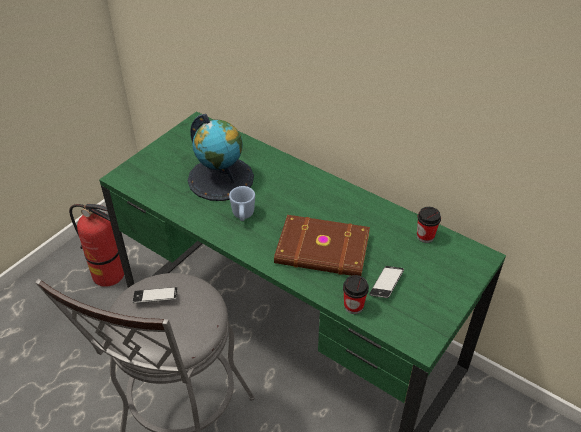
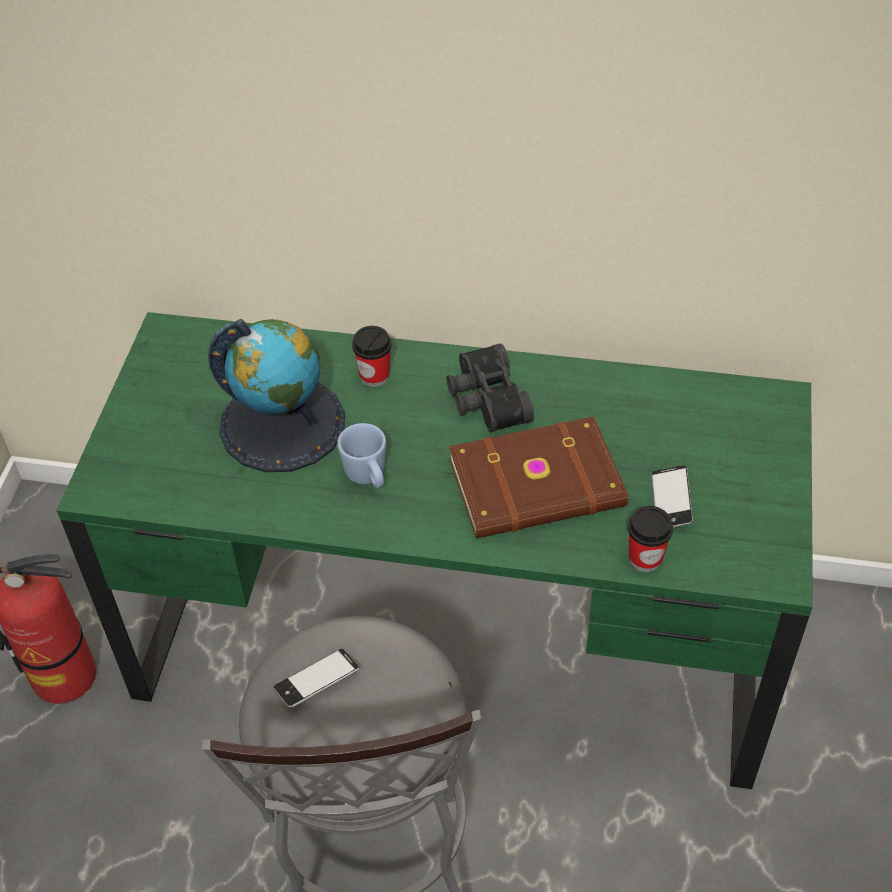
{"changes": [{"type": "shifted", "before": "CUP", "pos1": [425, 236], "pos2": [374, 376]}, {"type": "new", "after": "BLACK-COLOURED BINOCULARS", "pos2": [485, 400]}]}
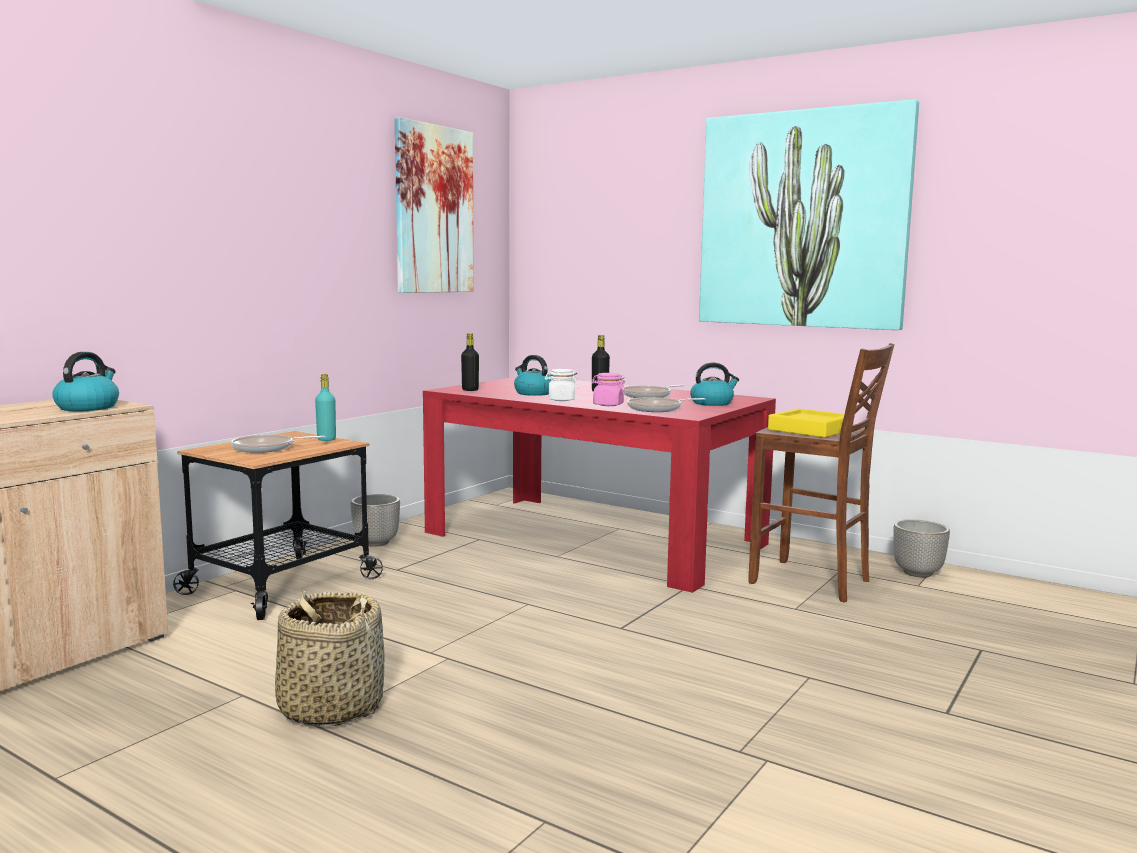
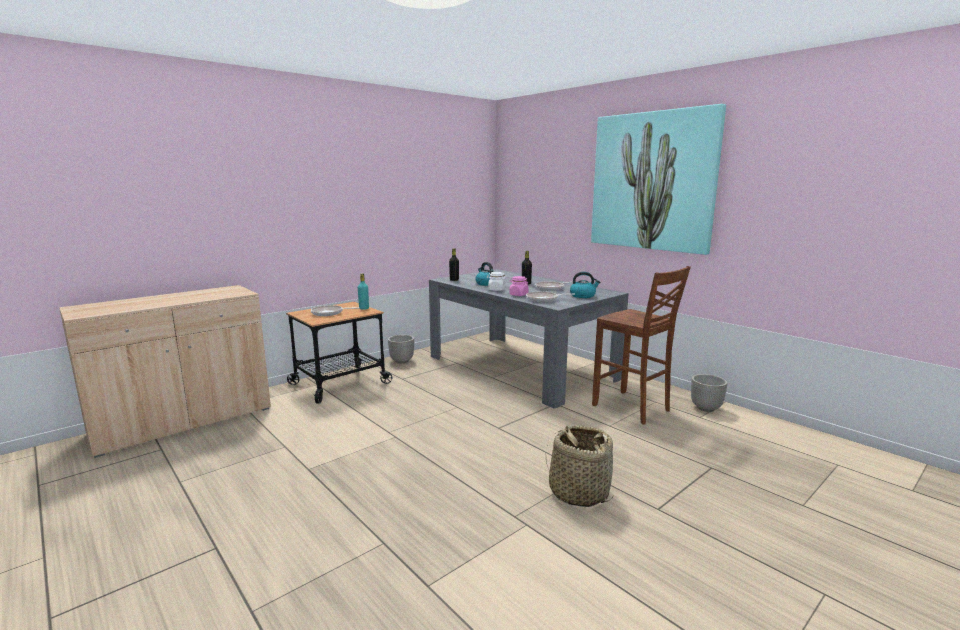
{"changes": [{"type": "repainted", "before": "RED-COLOURED DINING TABLE", "after": "GREY DINING TABLE", "pos1": [594, 538], "pos2": [520, 367]}, {"type": "shifted", "before": "HOUSEHOLD BASKET", "pos1": [330, 707], "pos2": [578, 492]}, {"type": "gone", "before": "TEA KETTLE", "pos1": [88, 407]}, {"type": "gone", "before": "WALL ART", "pos1": [434, 210]}, {"type": "gone", "before": "YELLOWISH CARRYING TRAY", "pos1": [810, 430]}]}
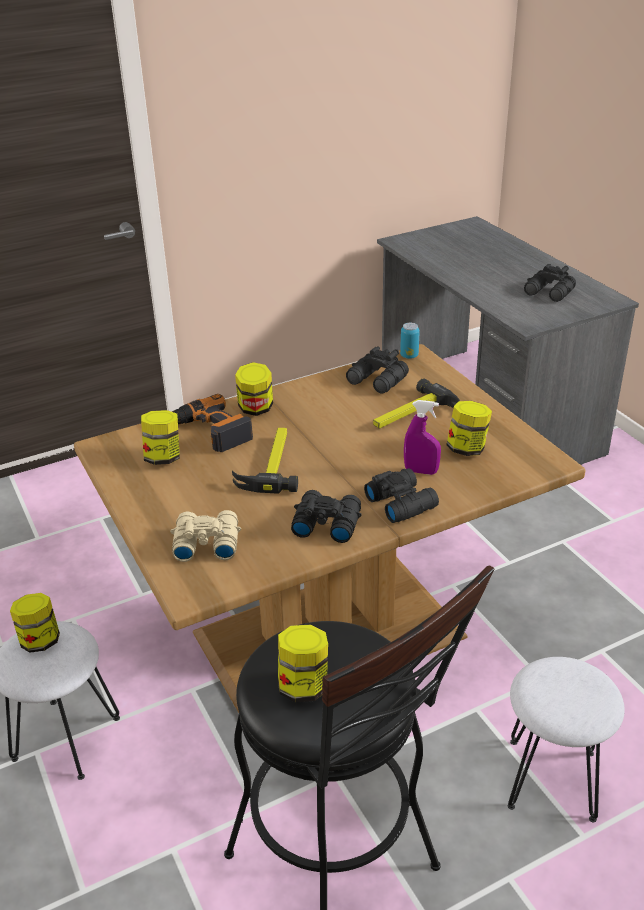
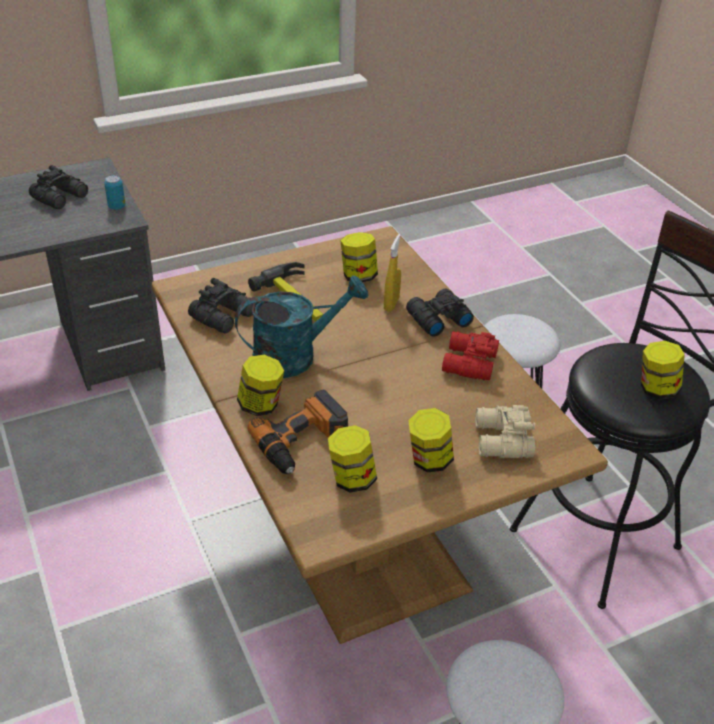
{"changes": [{"type": "shifted", "before": "SEALED CAN", "pos1": [409, 356], "pos2": [117, 207]}, {"type": "new", "after": "TURQUOISE-COLOURED WATERING POT", "pos2": [295, 355]}, {"type": "repainted", "before": "PURPLISH SPRAYER", "after": "YELLOWISH SPRAYER", "pos1": [421, 471], "pos2": [391, 304]}, {"type": "shifted", "before": "STORAGE JAR", "pos1": [40, 640], "pos2": [429, 460]}, {"type": "repainted", "before": "BLACK-COLOURED BINOCULARS", "after": "RED-COLOURED BINOCULARS", "pos1": [325, 523], "pos2": [467, 363]}, {"type": "gone", "before": "HAMMER", "pos1": [271, 464]}]}
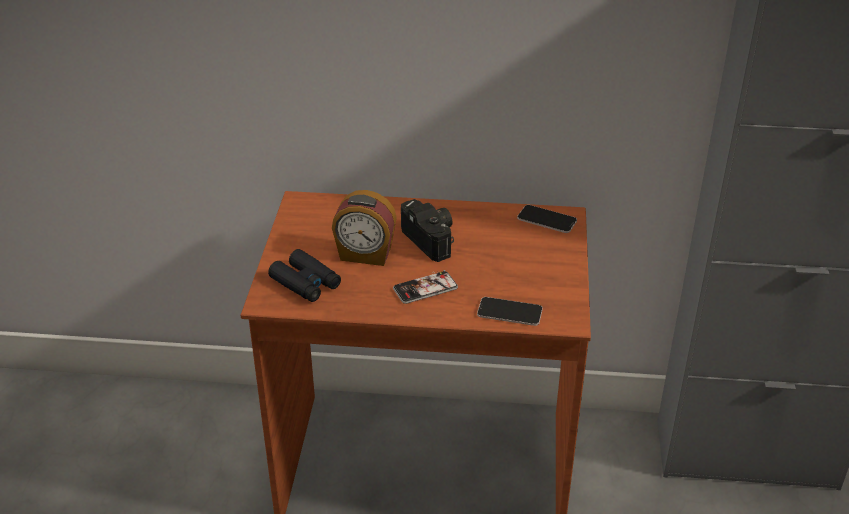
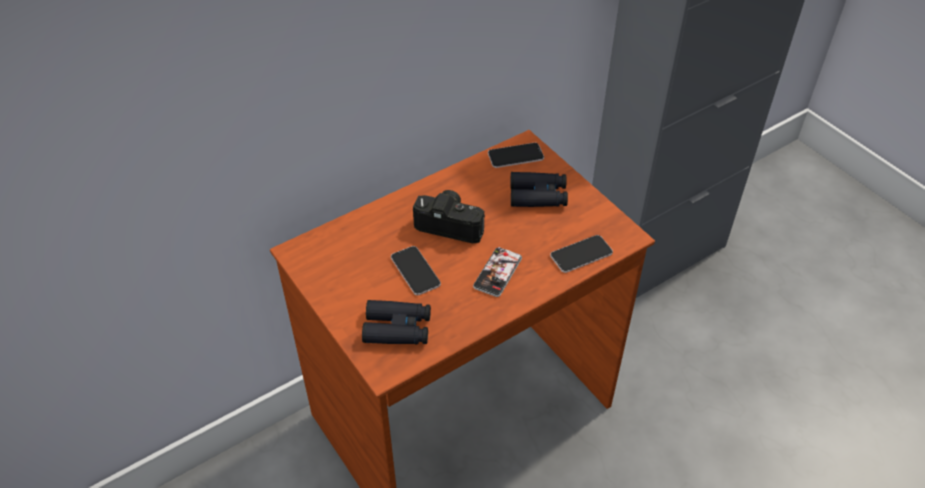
{"changes": [{"type": "swapped", "before": "BEDSIDE CLOCK", "after": "PHONE", "pos1": [365, 255], "pos2": [415, 271]}, {"type": "new", "after": "BLACK-COLOURED BINOCULARS", "pos2": [538, 195]}]}
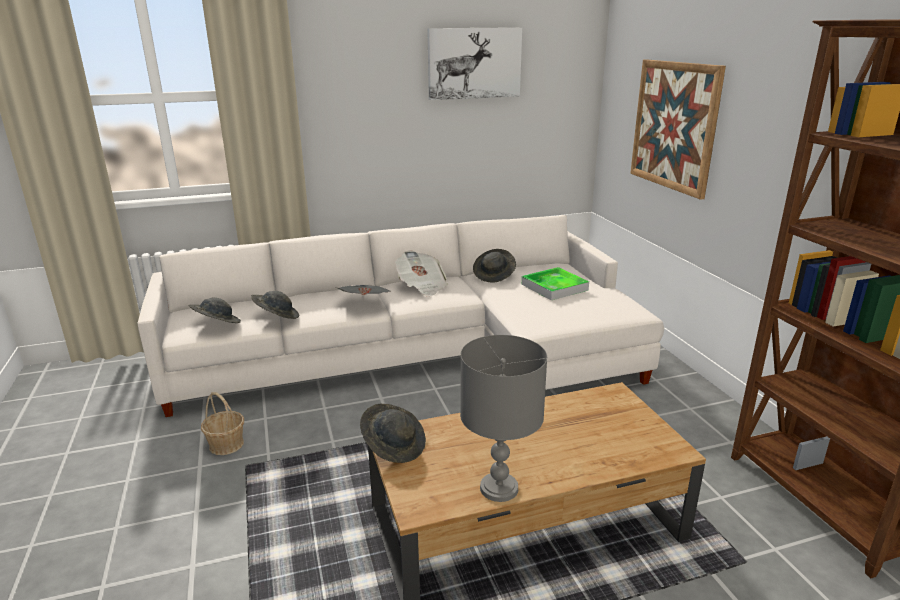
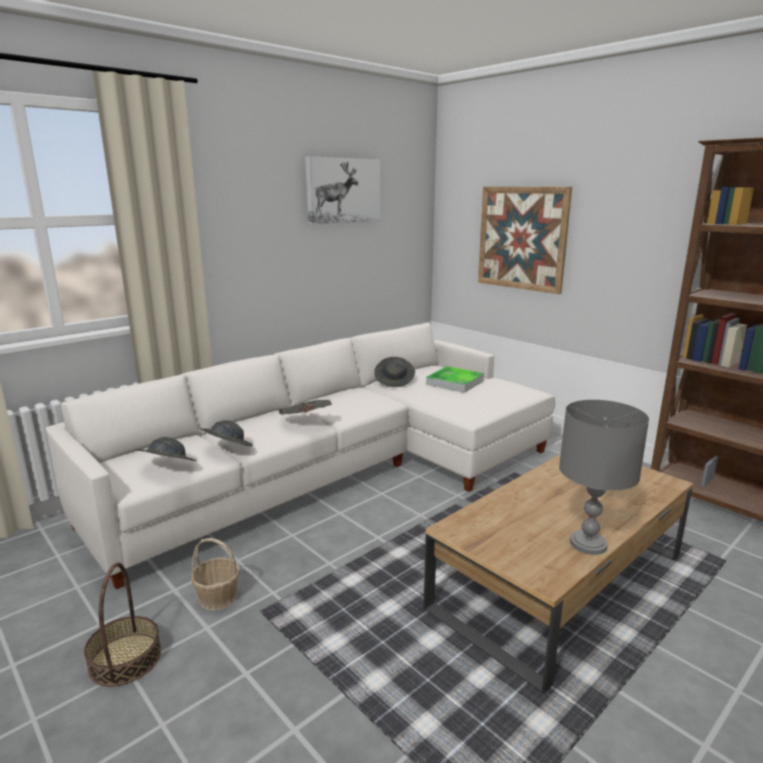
{"changes": [{"type": "new", "after": "HOUSEHOLD BASKET", "pos2": [125, 659]}, {"type": "gone", "before": "GREY WEARABLE HAT", "pos1": [394, 446]}, {"type": "gone", "before": "NEWSPAPER", "pos1": [422, 286]}]}
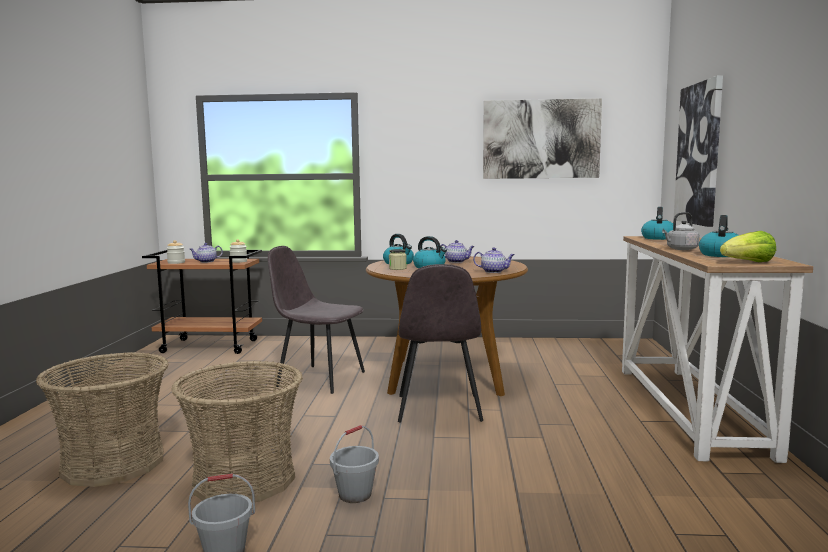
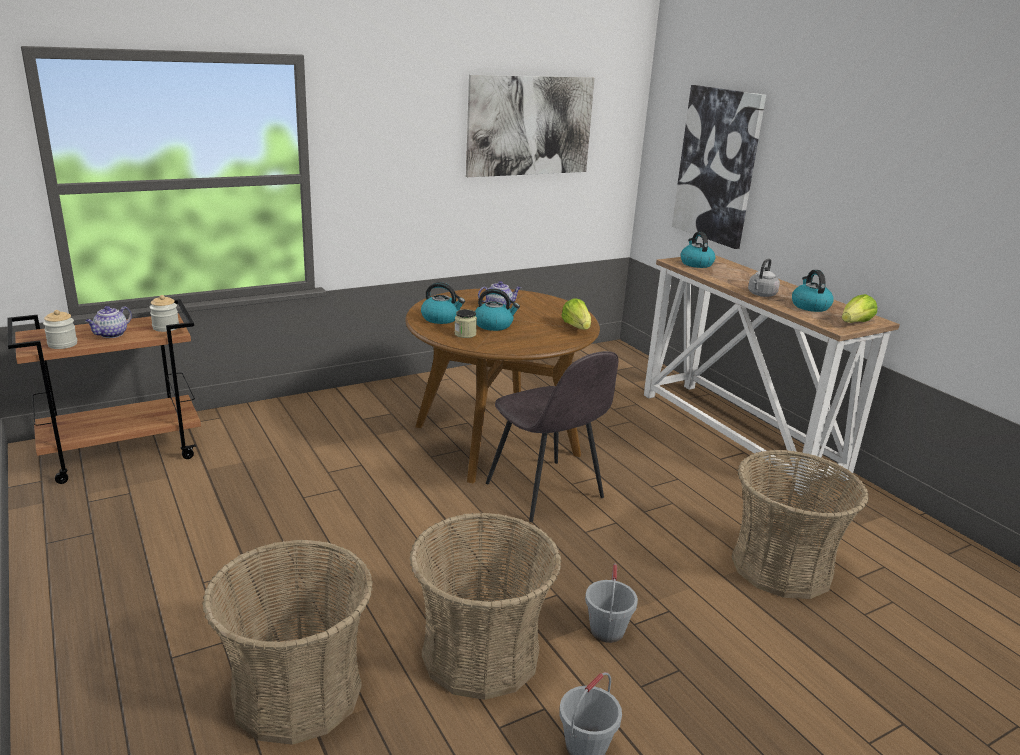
{"changes": [{"type": "swapped", "before": "TEA POT", "after": "LETTUCE", "pos1": [494, 271], "pos2": [576, 327]}, {"type": "new", "after": "HOUSEHOLD BASKET", "pos2": [782, 567]}, {"type": "gone", "before": "GREY CHAIR", "pos1": [319, 379]}]}
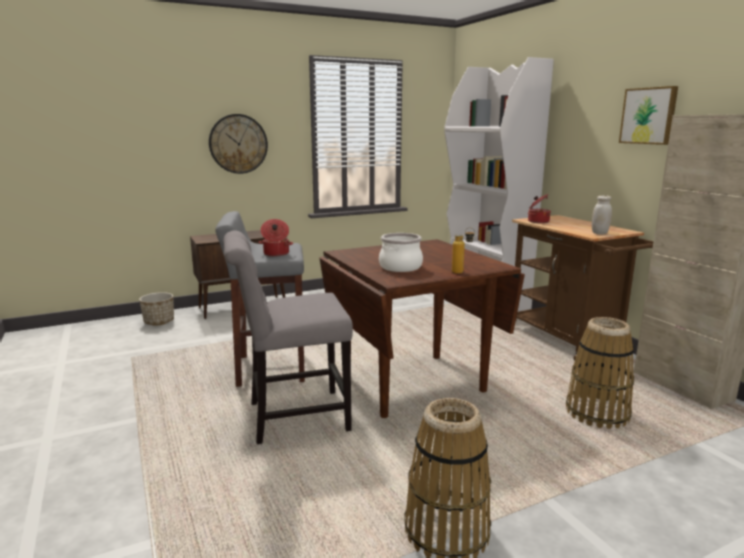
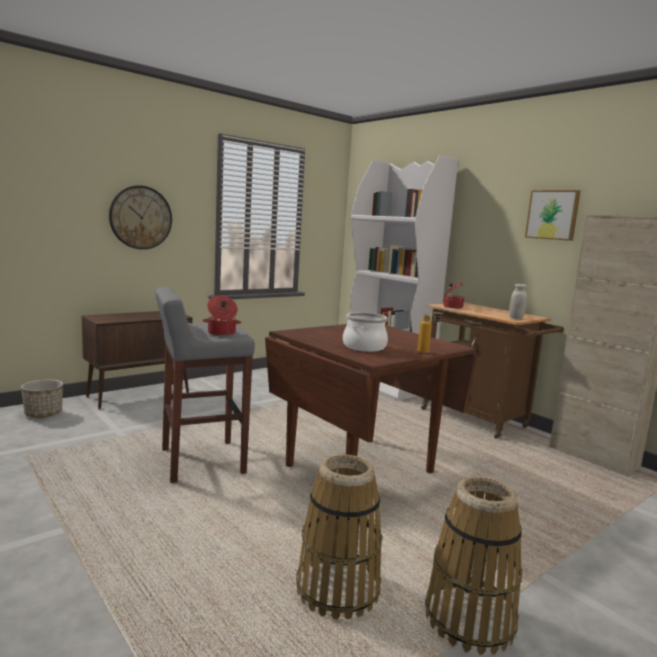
{"changes": [{"type": "shifted", "before": "HOUSEHOLD BASKET", "pos1": [597, 413], "pos2": [338, 589]}, {"type": "gone", "before": "GREY CHAIR", "pos1": [292, 417]}]}
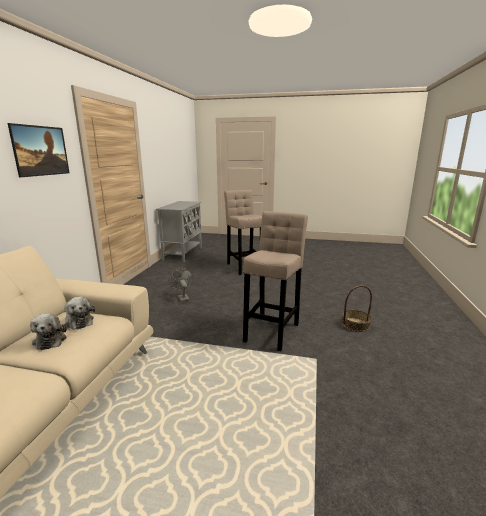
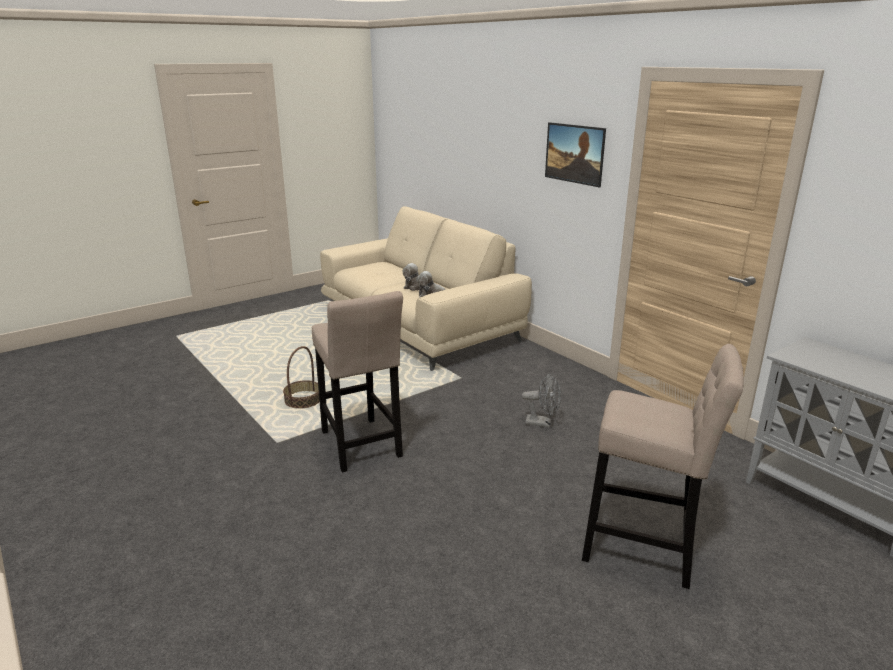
{"changes": [{"type": "shifted", "before": "HOUSEHOLD BASKET", "pos1": [355, 324], "pos2": [303, 400]}]}
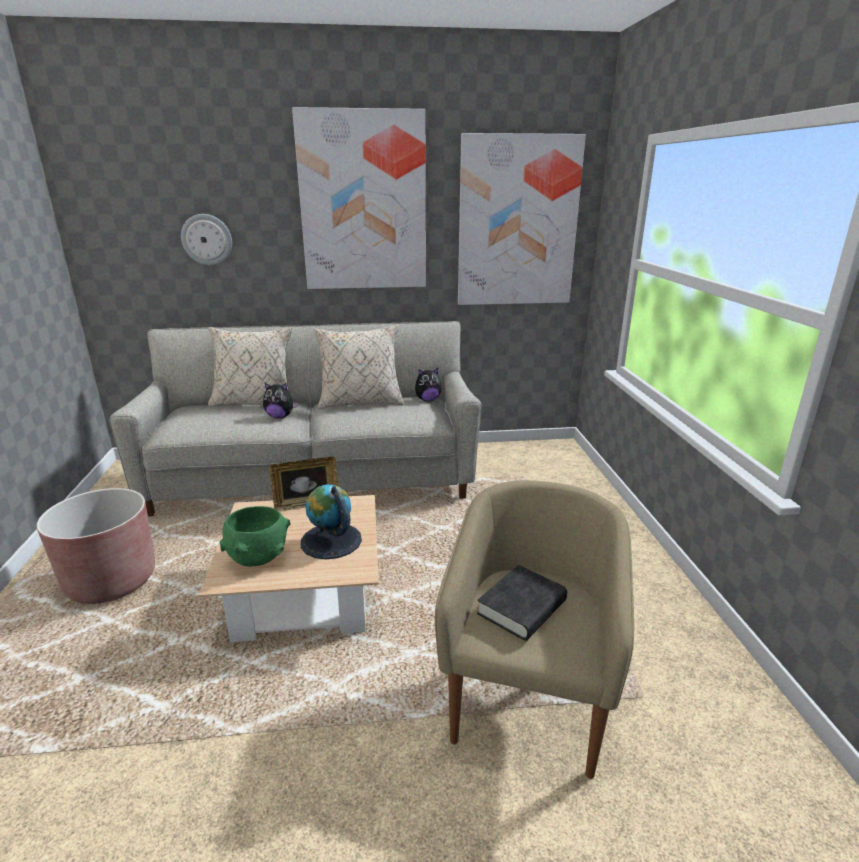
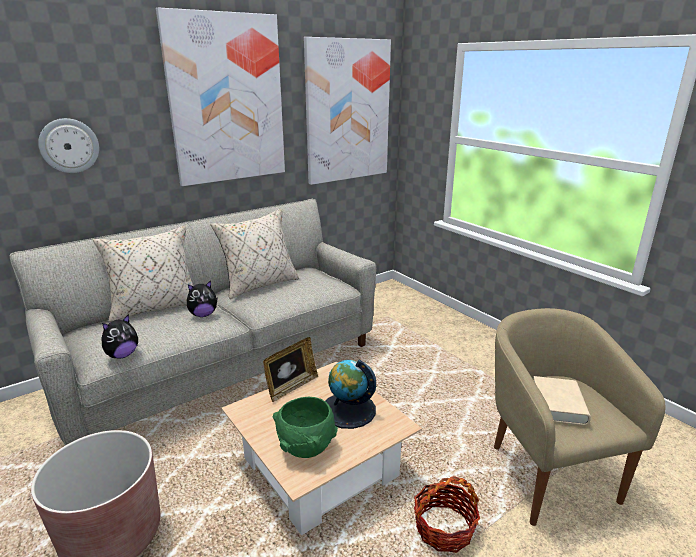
{"changes": [{"type": "shifted", "before": "SOFT TOY", "pos1": [427, 400], "pos2": [122, 355]}, {"type": "new", "after": "HOUSEHOLD BASKET", "pos2": [443, 529]}, {"type": "repainted", "before": "BLACK-COLOURED VOLUME", "after": "BEIGE VOLUME", "pos1": [522, 608], "pos2": [558, 405]}]}
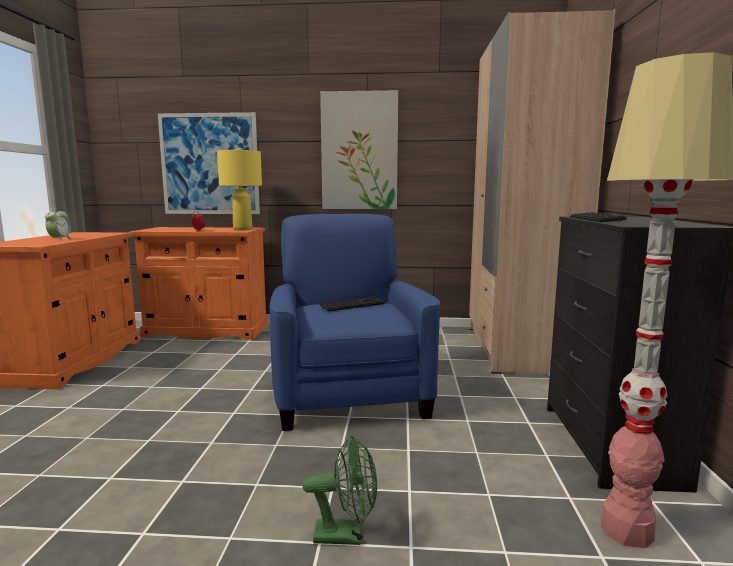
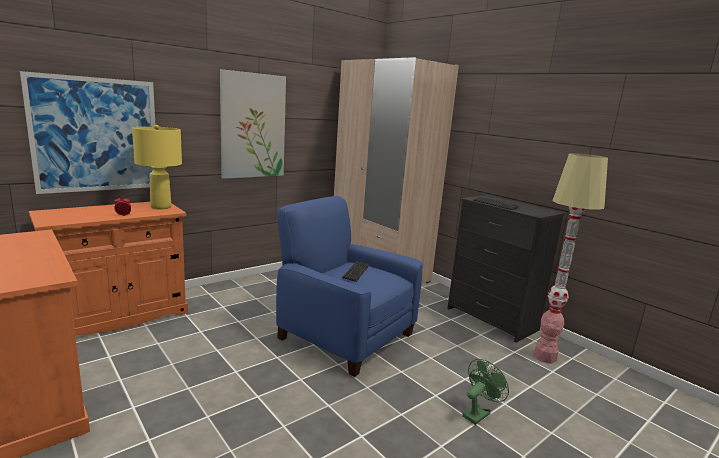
{"changes": [{"type": "gone", "before": "BEDSIDE CLOCK", "pos1": [60, 239]}]}
